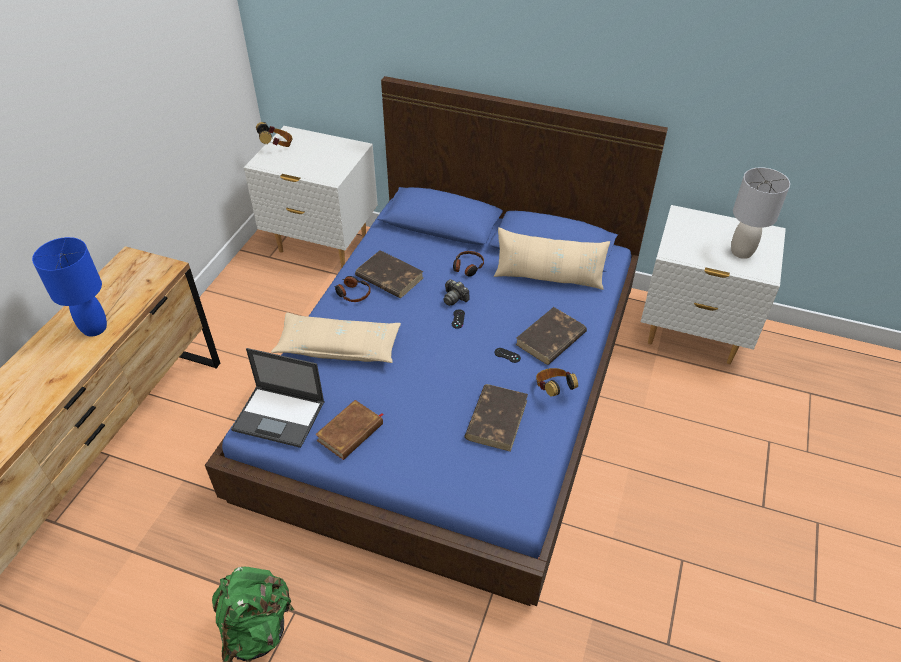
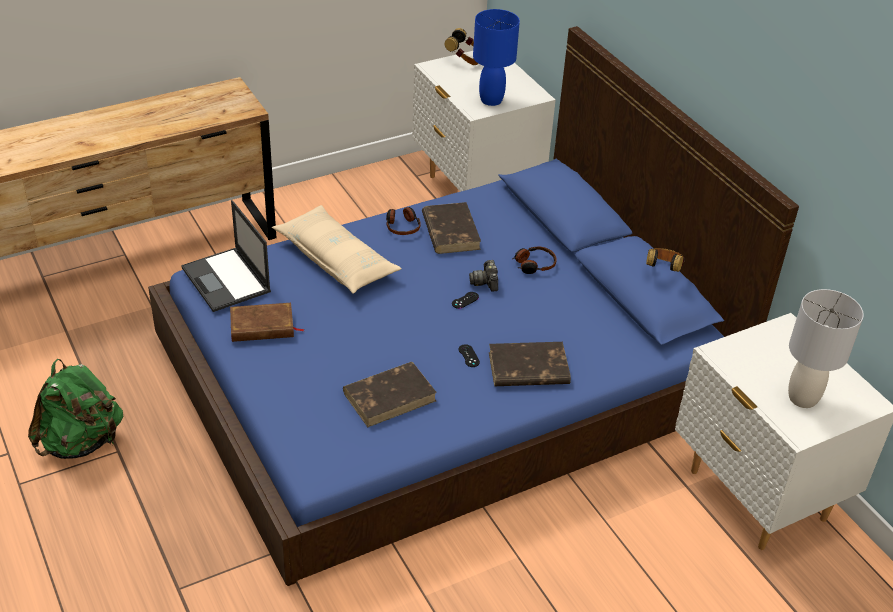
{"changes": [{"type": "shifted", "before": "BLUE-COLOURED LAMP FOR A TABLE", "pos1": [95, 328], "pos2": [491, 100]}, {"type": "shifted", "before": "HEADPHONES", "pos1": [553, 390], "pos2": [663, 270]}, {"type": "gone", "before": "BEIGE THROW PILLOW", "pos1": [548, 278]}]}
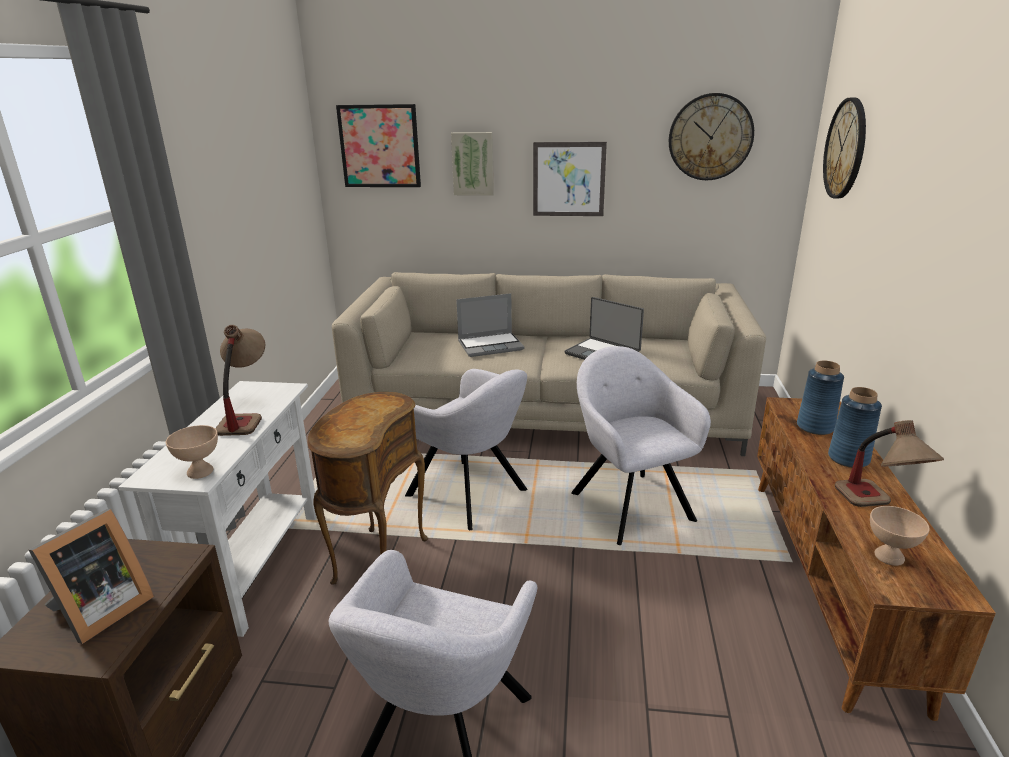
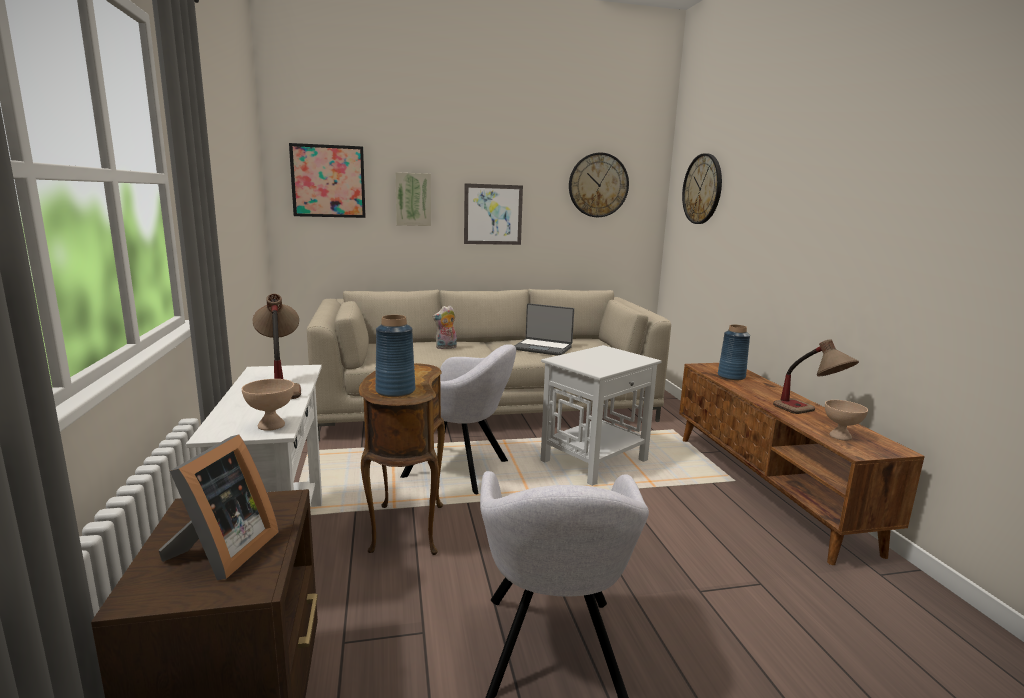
{"changes": [{"type": "shifted", "before": "BLUE-COLOURED DECORATIVE VASE", "pos1": [848, 458], "pos2": [395, 391]}, {"type": "swapped", "before": "LAPTOP", "after": "SOFT TOY", "pos1": [491, 345], "pos2": [446, 347]}, {"type": "swapped", "before": "GREY LOUNGE CHAIR", "after": "WHITISH END TABLE", "pos1": [628, 504], "pos2": [595, 460]}]}
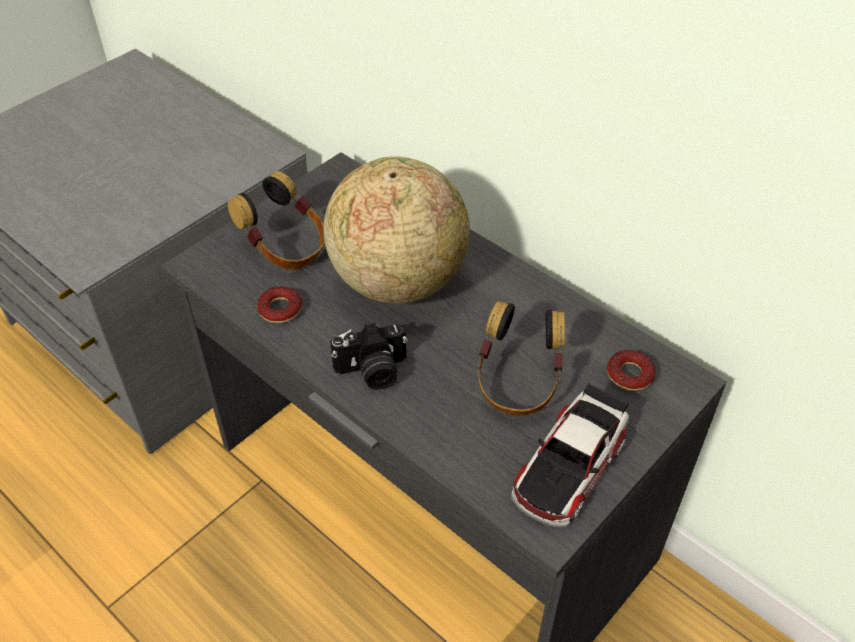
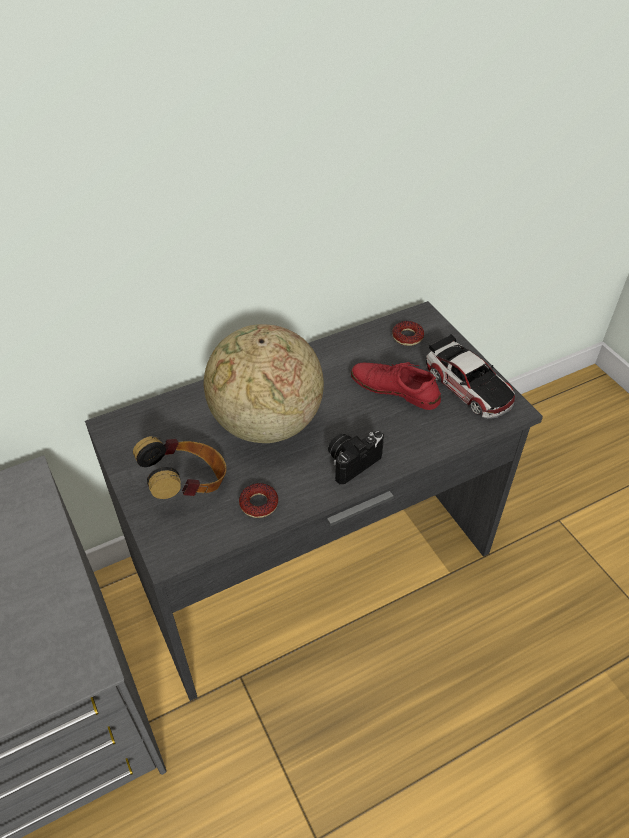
{"changes": [{"type": "rotated", "before": "STILL CAMERA", "pos1": [372, 372], "pos2": [352, 461], "turn": -135}, {"type": "swapped", "before": "HEADPHONES", "after": "RED-COLOURED ITEM OF FOOTWEAR", "pos1": [517, 384], "pos2": [395, 389]}]}
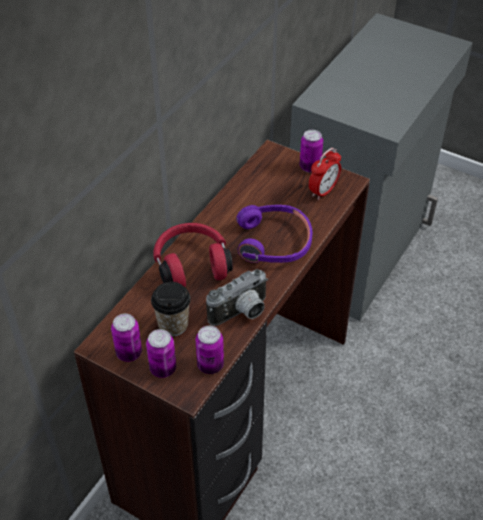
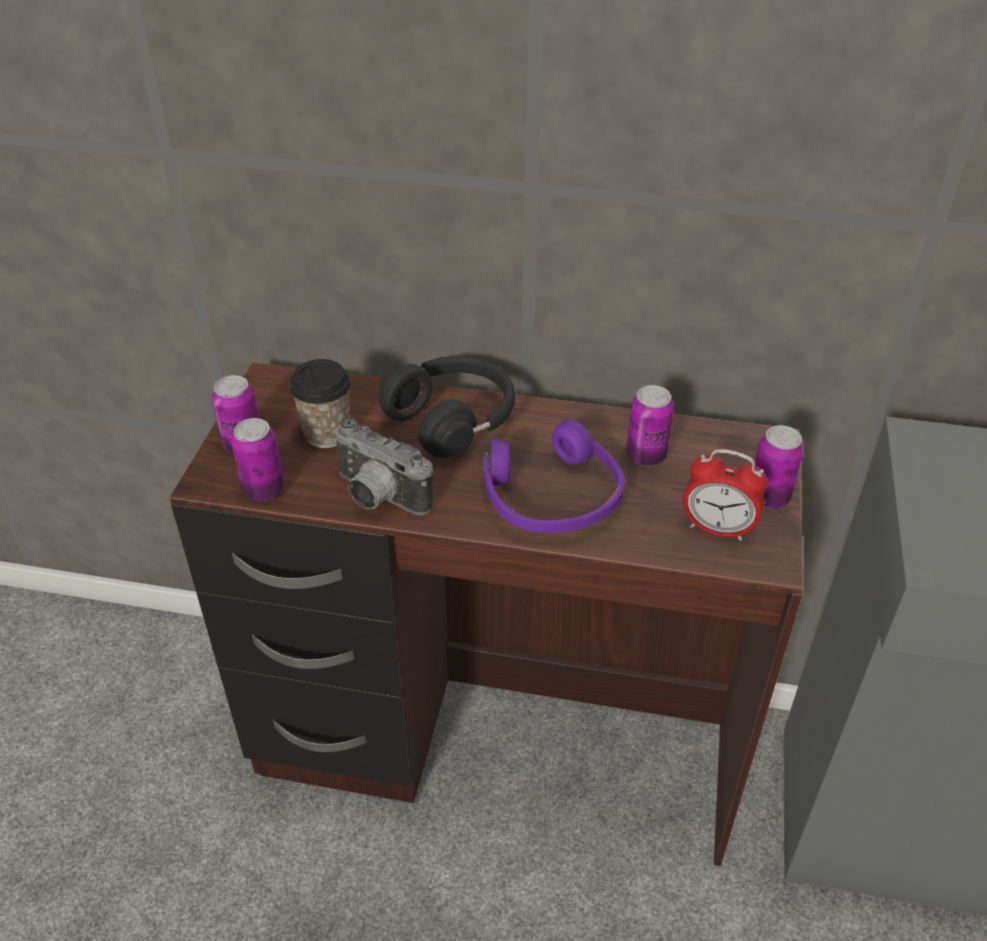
{"changes": [{"type": "repainted", "before": "RED-COLOURED HEADPHONES", "after": "BLACK-COLOURED HEADPHONES", "pos1": [191, 264], "pos2": [454, 420]}, {"type": "shifted", "before": "SEALED CAN", "pos1": [129, 353], "pos2": [646, 456]}]}
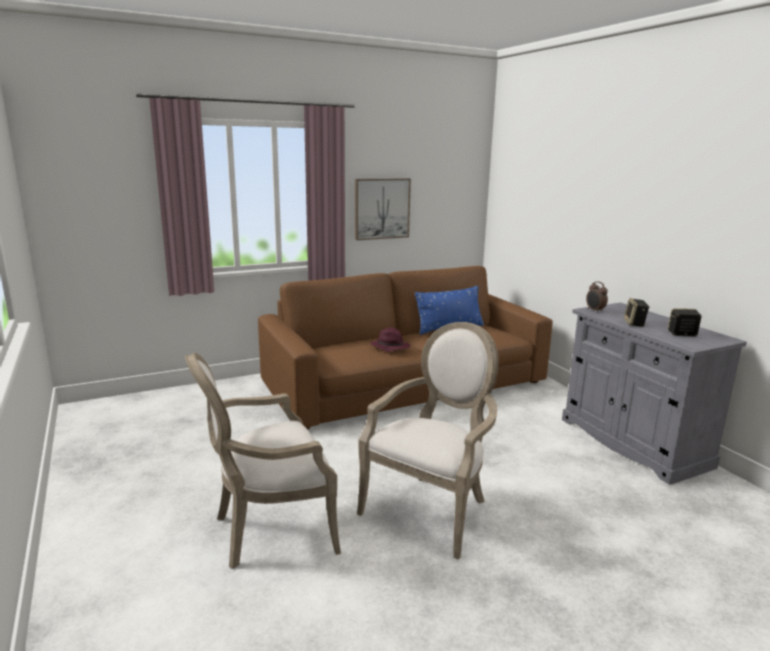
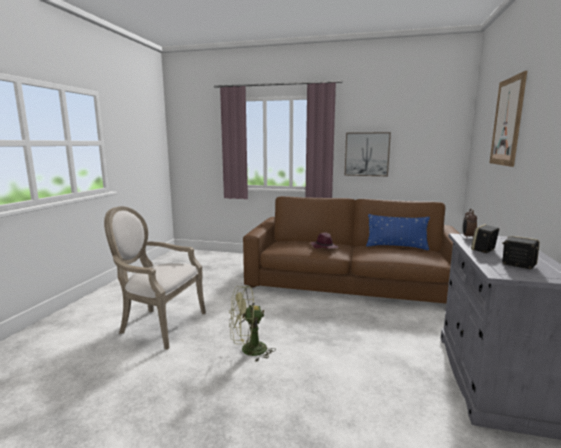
{"changes": [{"type": "swapped", "before": "LOUNGE CHAIR", "after": "GREEN-COLOURED COOLING FAN", "pos1": [432, 508], "pos2": [248, 351]}, {"type": "new", "after": "WALL ART", "pos2": [507, 122]}]}
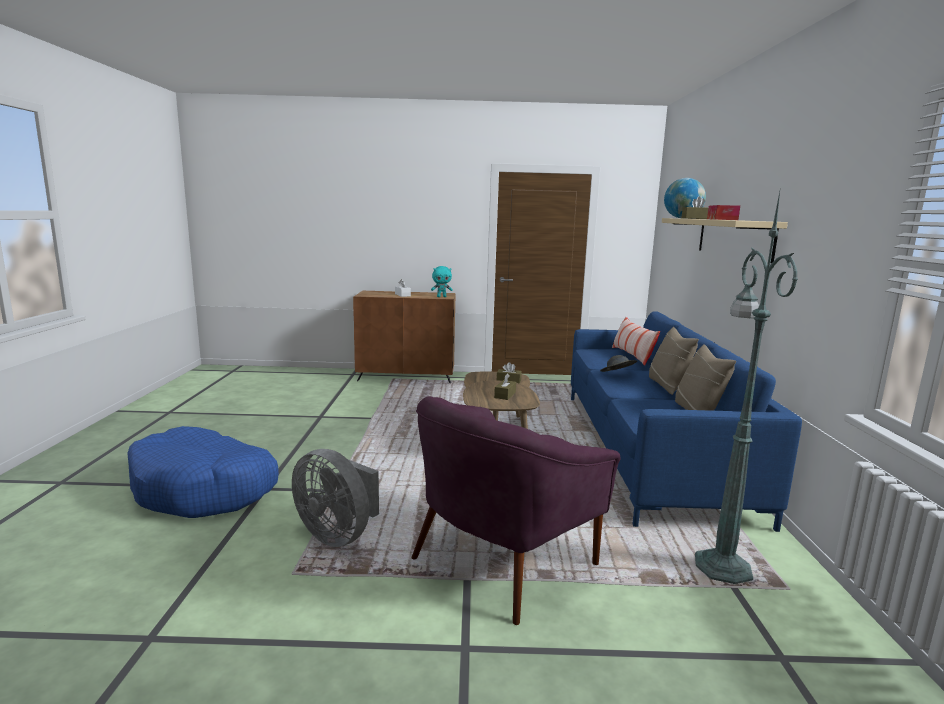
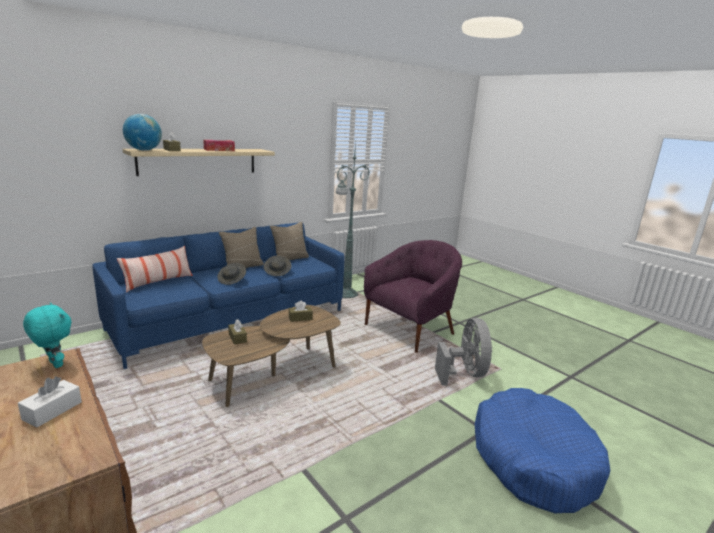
{"changes": [{"type": "new", "after": "GREY WEARABLE HAT", "pos2": [277, 272]}, {"type": "rotated", "before": "PURPLISH LOUNGE CHAIR", "pos1": [501, 561], "pos2": [410, 329], "turn": -45}]}
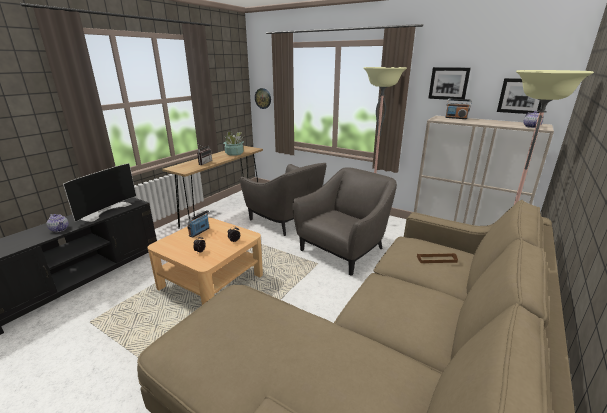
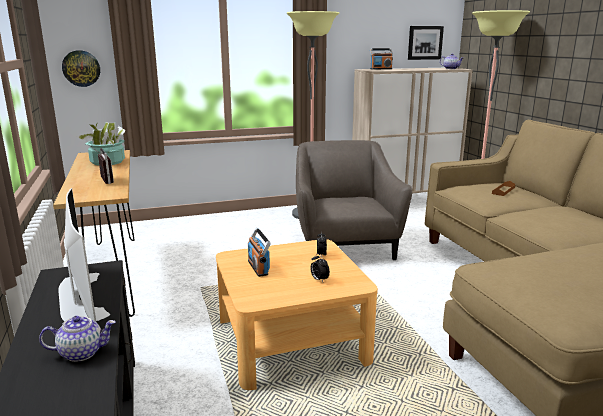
{"changes": [{"type": "gone", "before": "GREY LOUNGE CHAIR", "pos1": [286, 220]}, {"type": "gone", "before": "WALL ART", "pos1": [448, 83]}]}
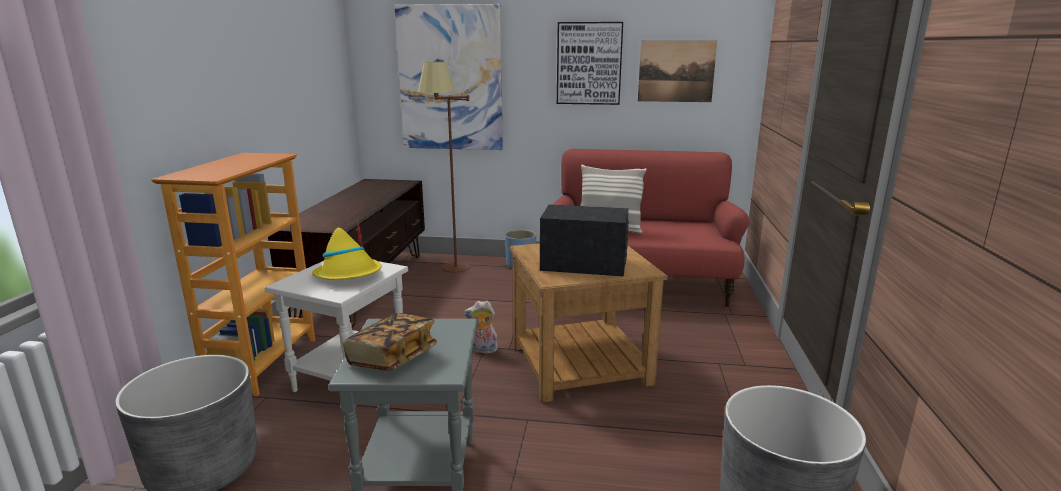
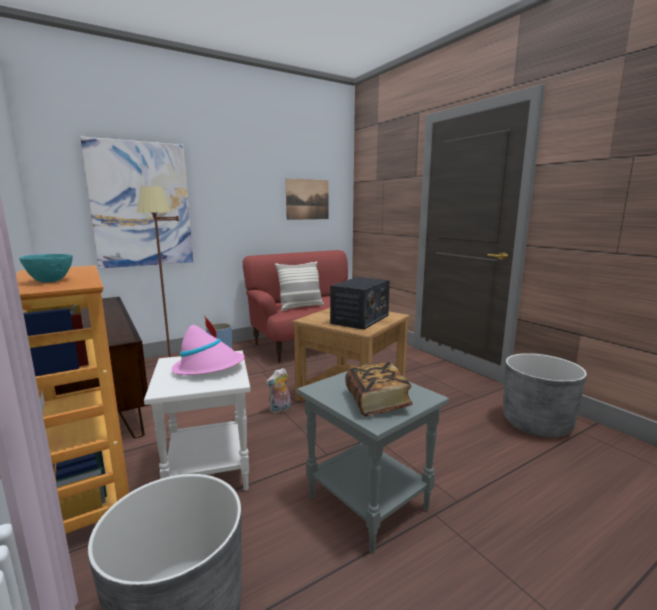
{"changes": [{"type": "new", "after": "TURQUOISE-COLOURED BOWL", "pos2": [50, 281]}, {"type": "repainted", "before": "YELLOWISH WEARABLE HAT", "after": "PINKISH WEARABLE HAT", "pos1": [349, 275], "pos2": [209, 368]}, {"type": "rotated", "before": "RADIO RECEIVER", "pos1": [584, 264], "pos2": [360, 319], "turn": 150}, {"type": "gone", "before": "WALL ART", "pos1": [589, 63]}]}
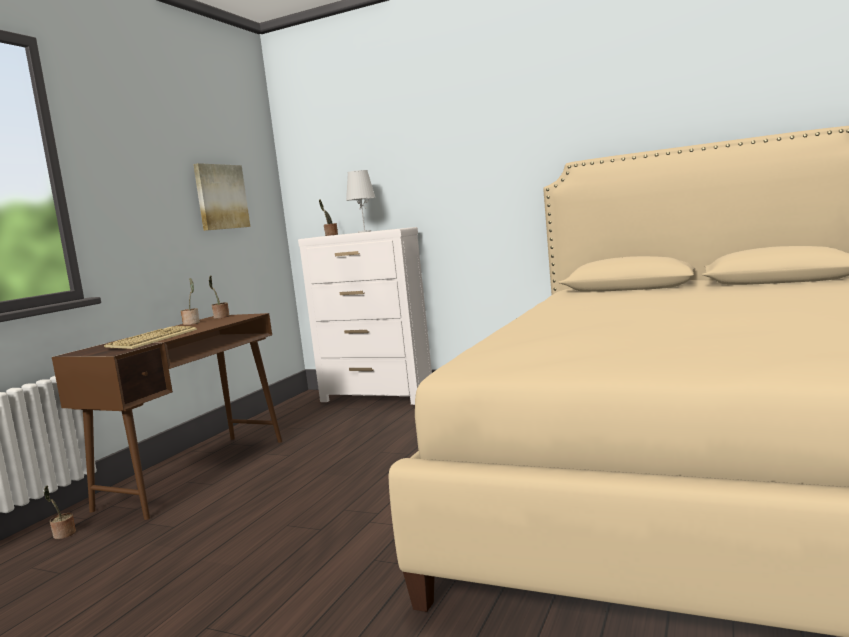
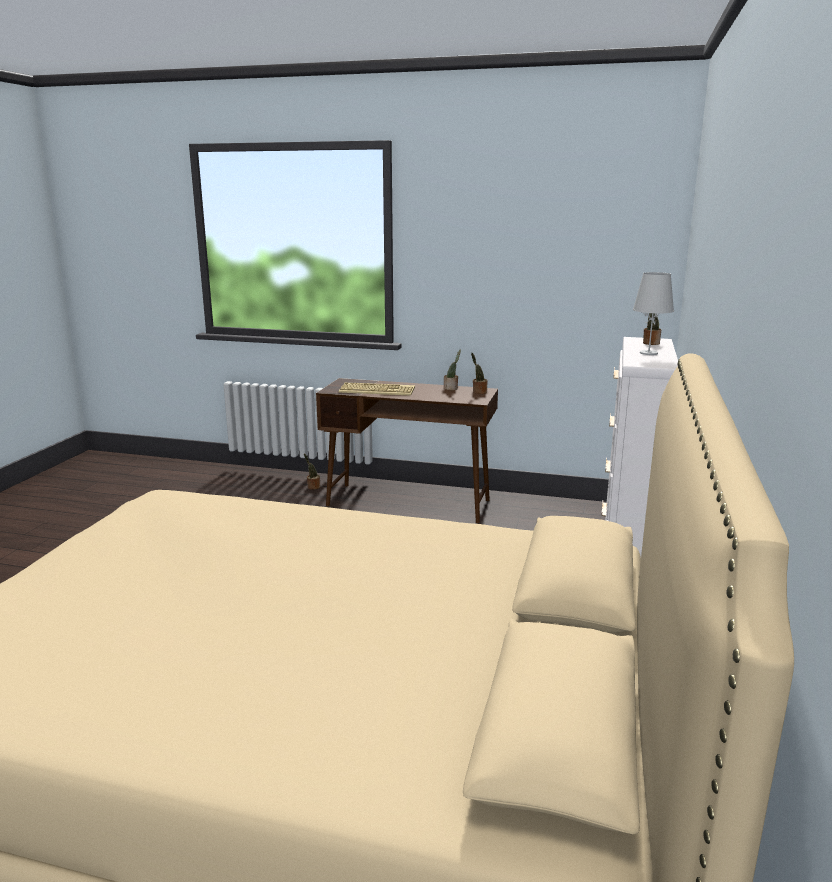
{"changes": [{"type": "gone", "before": "WALL ART", "pos1": [220, 197]}]}
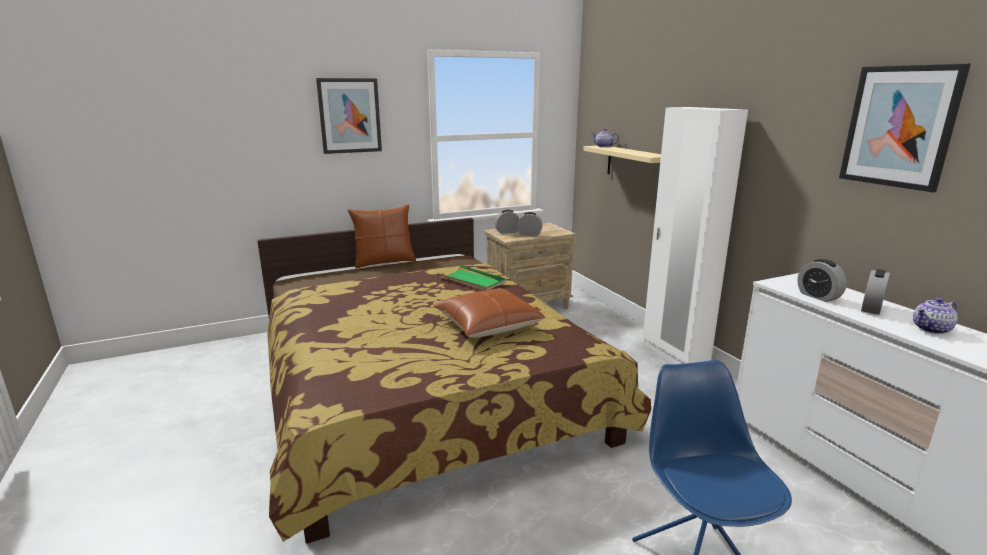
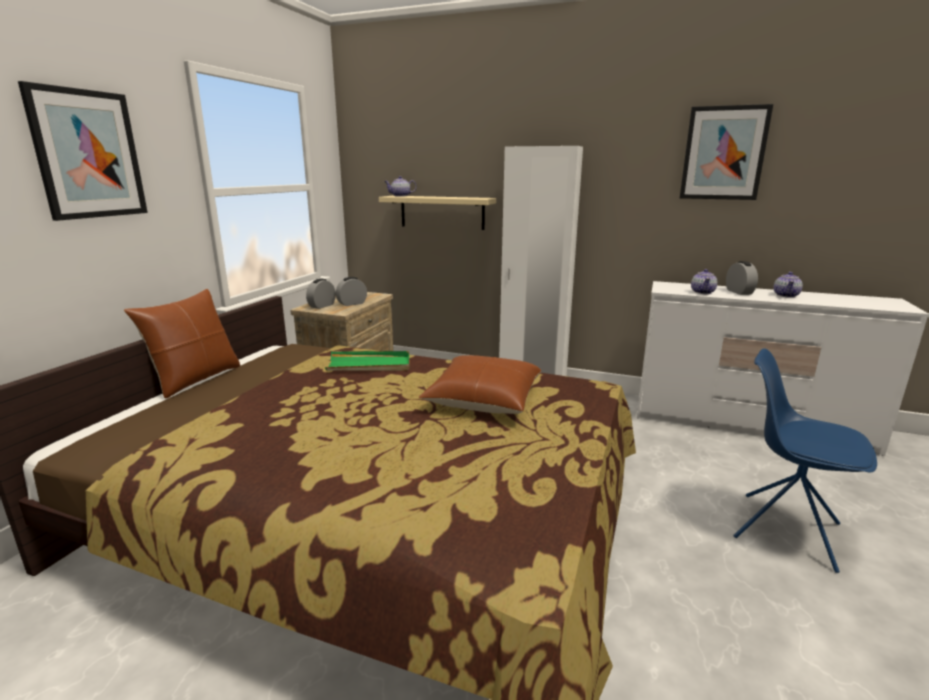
{"changes": [{"type": "swapped", "before": "BEDSIDE CLOCK", "after": "TEA POT", "pos1": [818, 296], "pos2": [703, 292]}]}
